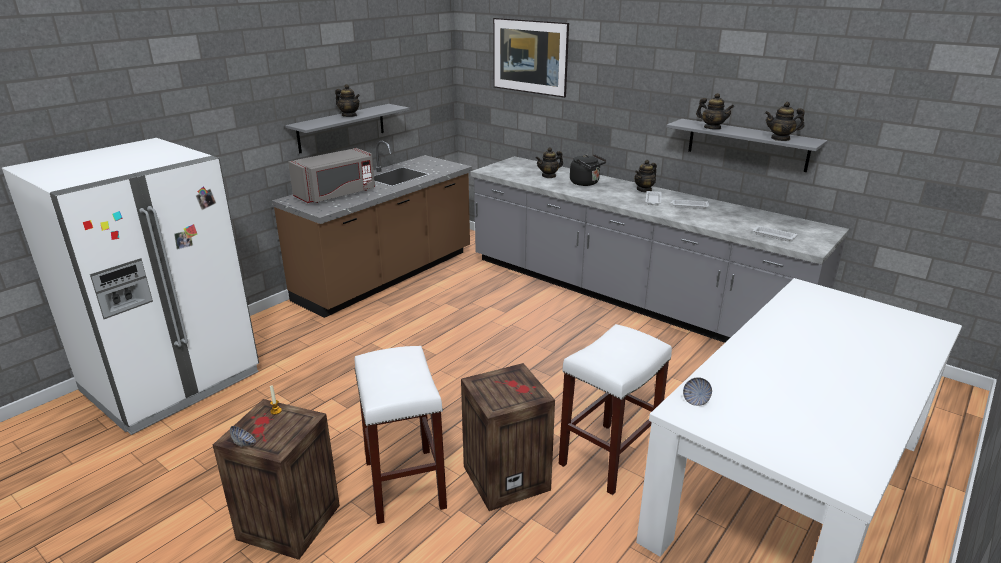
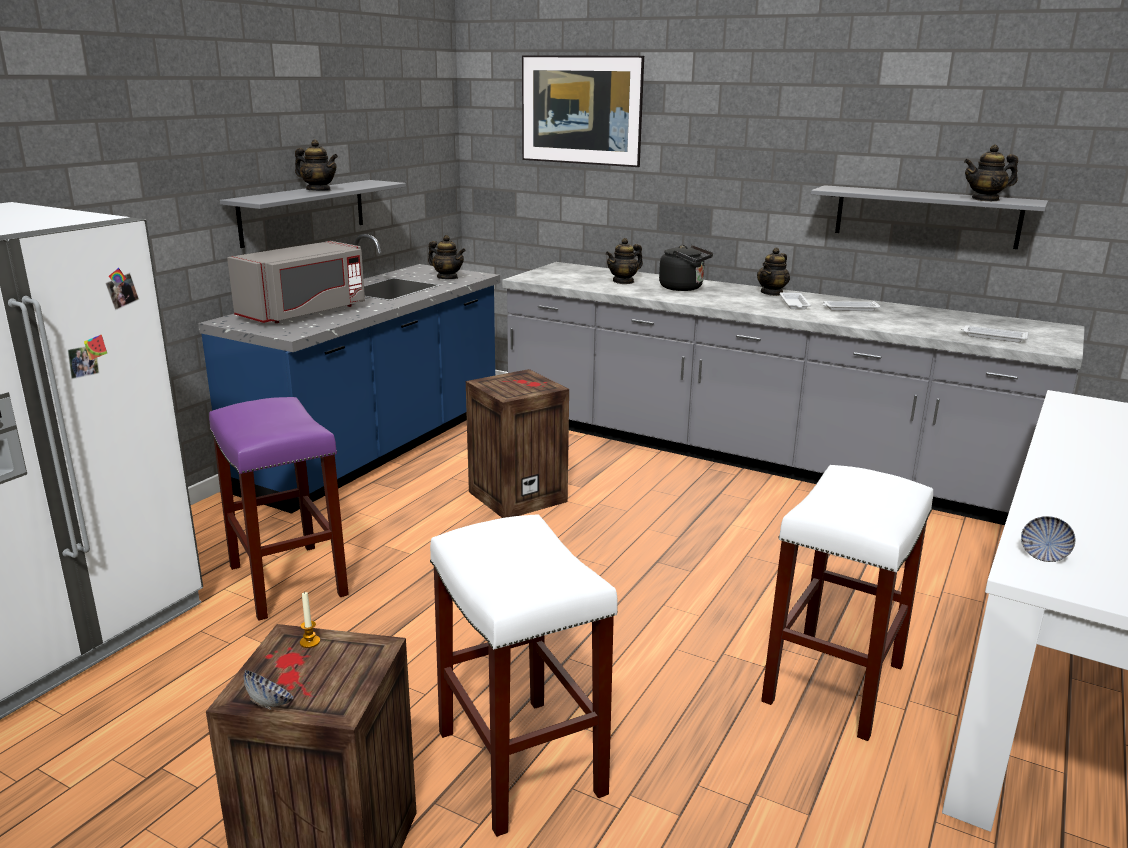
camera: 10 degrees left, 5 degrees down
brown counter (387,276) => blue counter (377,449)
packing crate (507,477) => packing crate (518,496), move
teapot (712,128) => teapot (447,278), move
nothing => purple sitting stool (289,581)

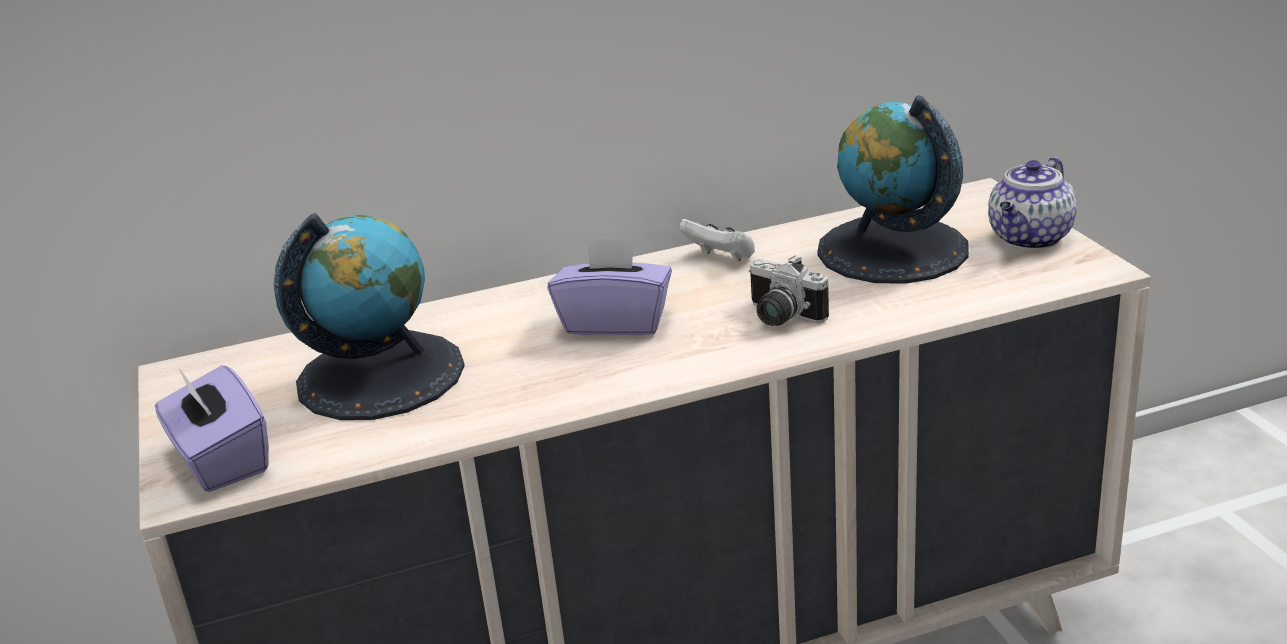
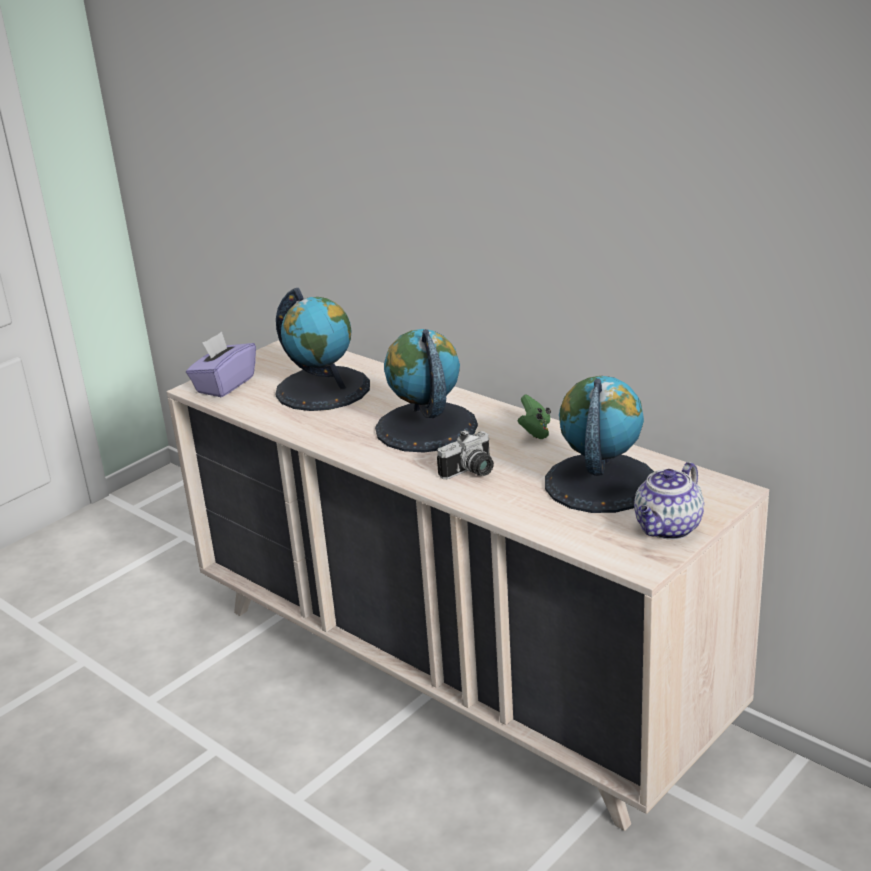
camera: 60 degrees right, 0 degrees up
purple tissue holder (615,322) => world globe (425,427)
white-coloured game controller (721,258) => greenish game controller (535,431)
still camera (780,317) => still camera (471,472), 135 degrees counterclockwise
teapot (1030,239) => teapot (668,528), 60 degrees counterclockwise

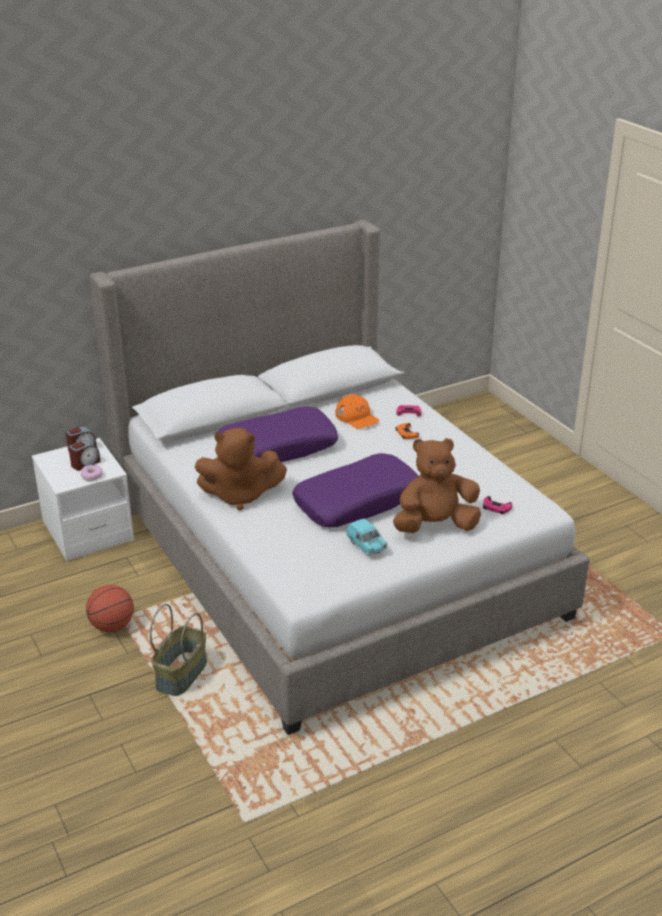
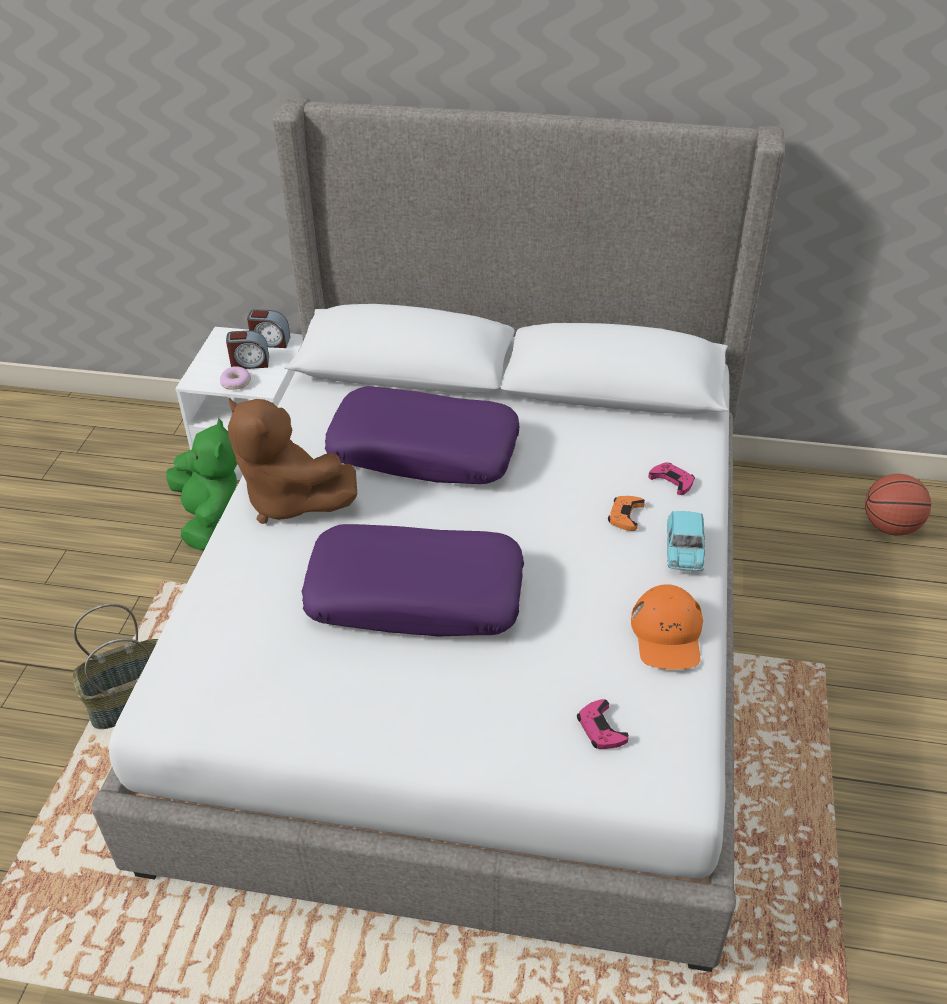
camera: 40 degrees right, 10 degrees up
ball for basketball (112,626) => ball for basketball (890,527), move
orange-coloured peaked cap (357,417) => orange-coloured peaked cap (667,634), move
turquoise miniature car (366,546) => turquoise miniature car (684,553), move
brown cuddly toy (435,526) => nothing
nothing => greenish cuddly toy (210,519)

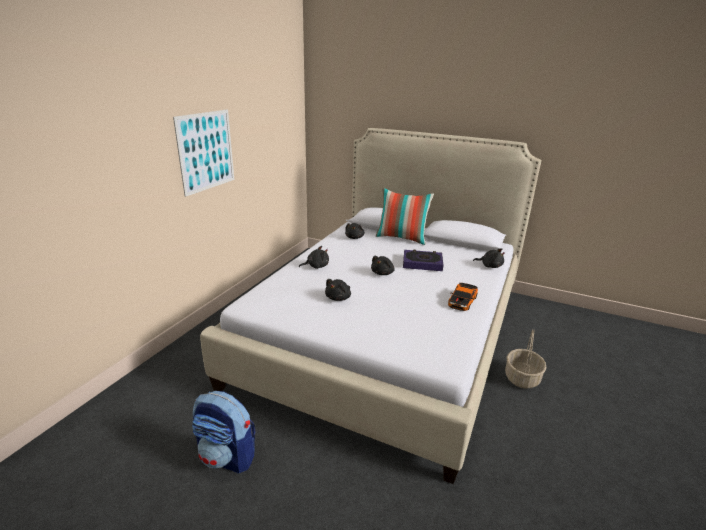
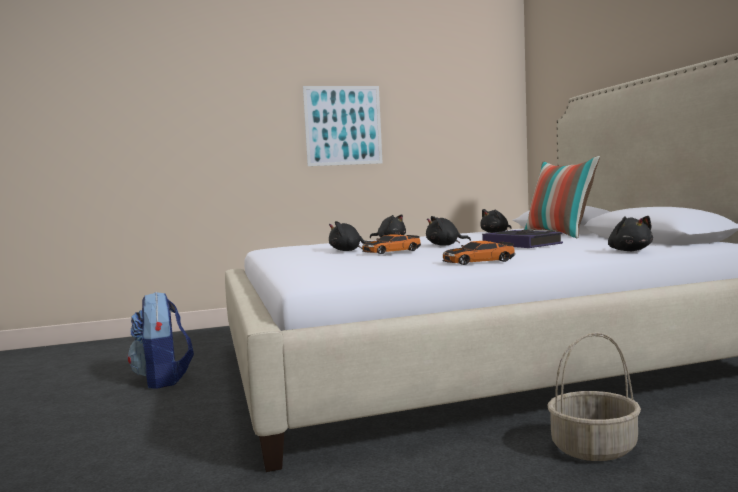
camera: 50 degrees right, 20 degrees down
nothing => miniature car (391,251)

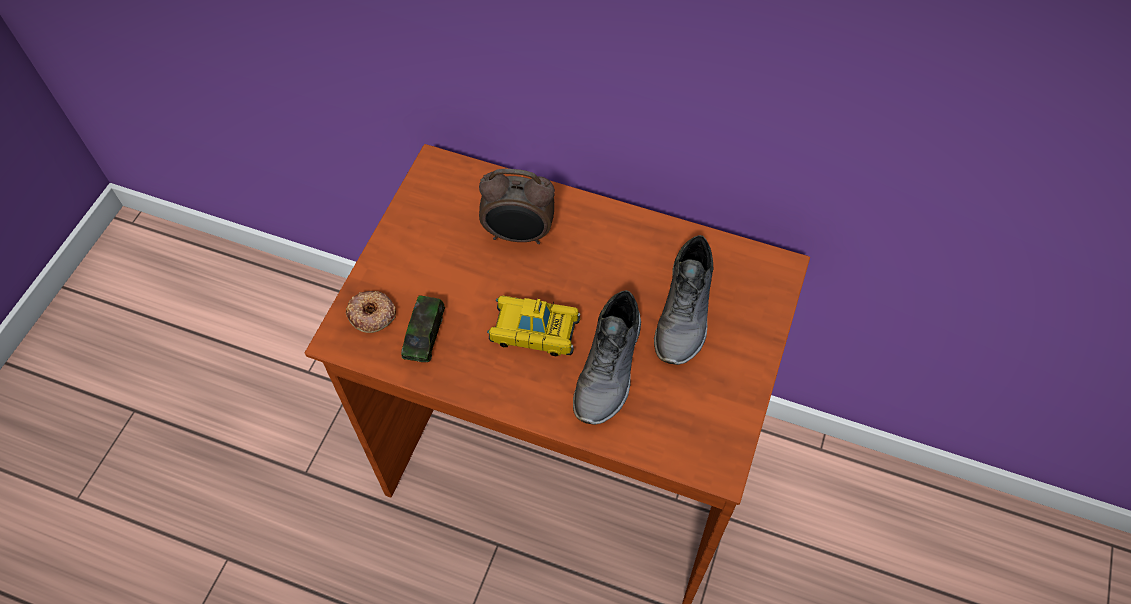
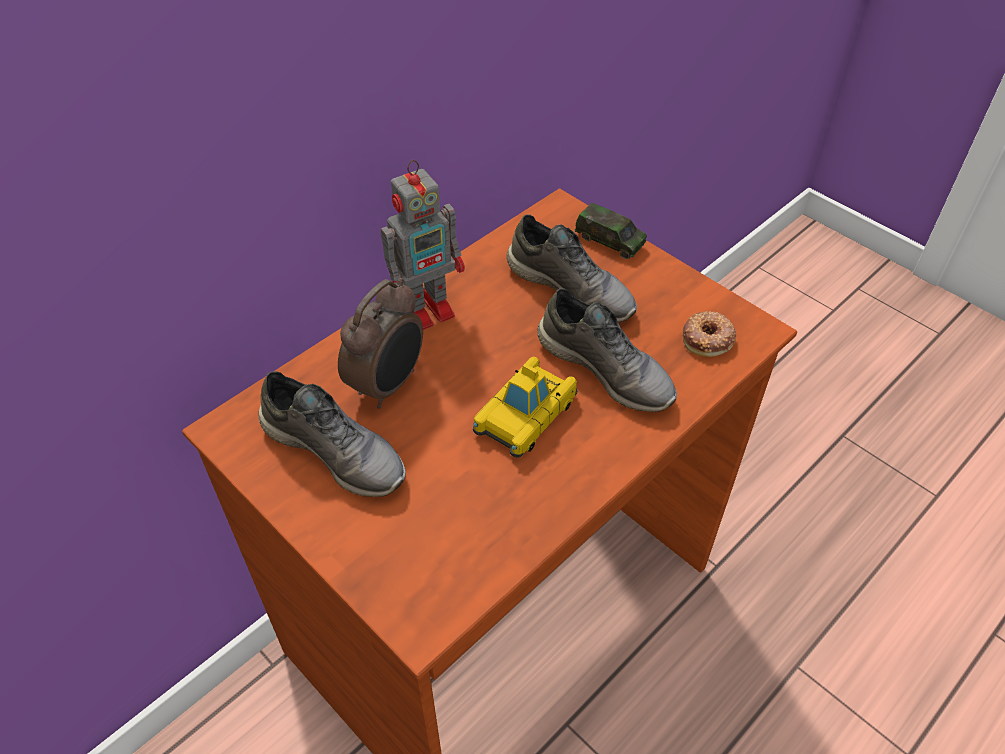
camera: 65 degrees left, 10 degrees down
doughnut (371,314) => doughnut (708,338), move
miniature car (424,335) => miniature car (609,240), move
nothing => gray low shoe (336,450)
nothing => toy robot (428,307)

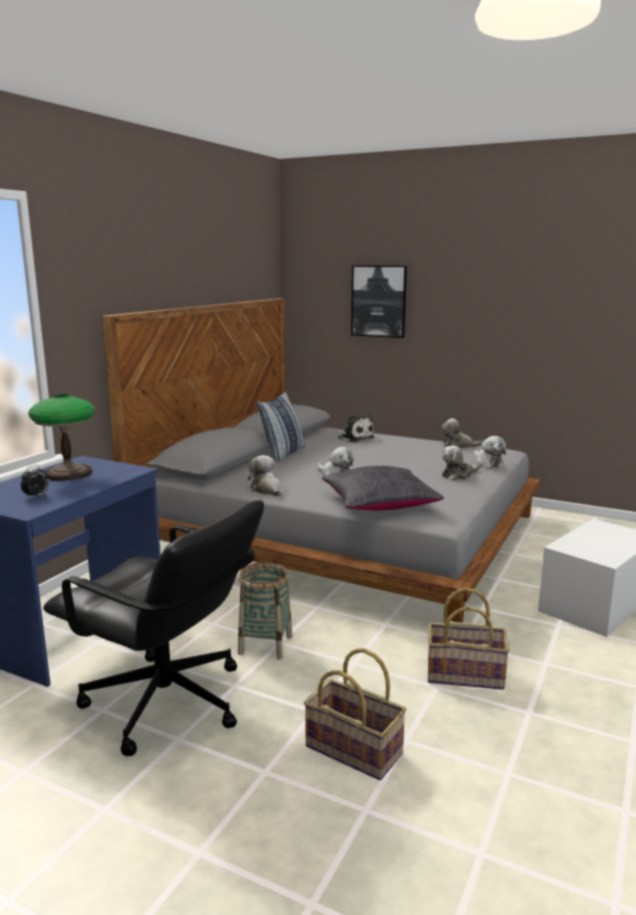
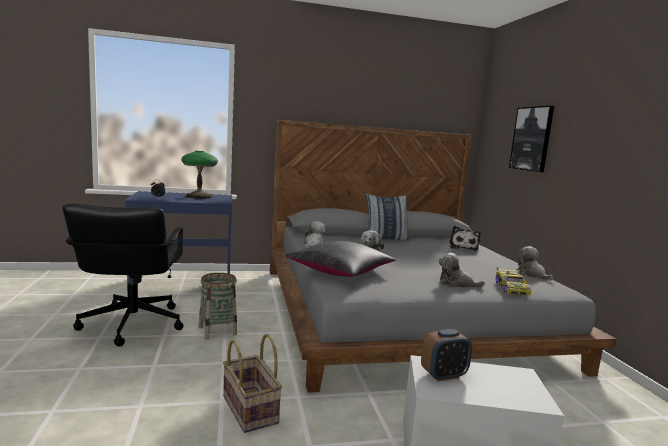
camera: 50 degrees right, 5 degrees down
household basket (355,749) => nothing
cuddly toy (487,463) => miniature car (511,288)
nothing => bedside clock (443,375)

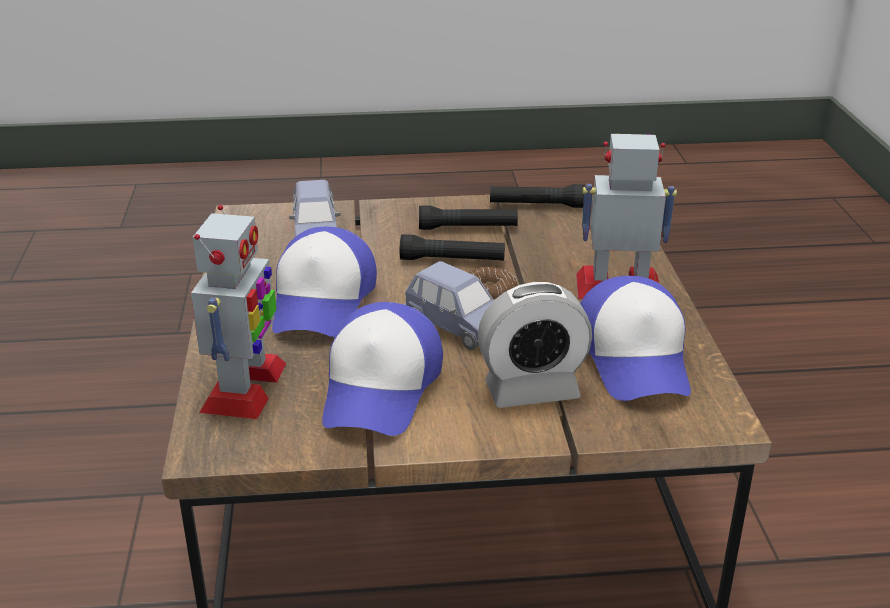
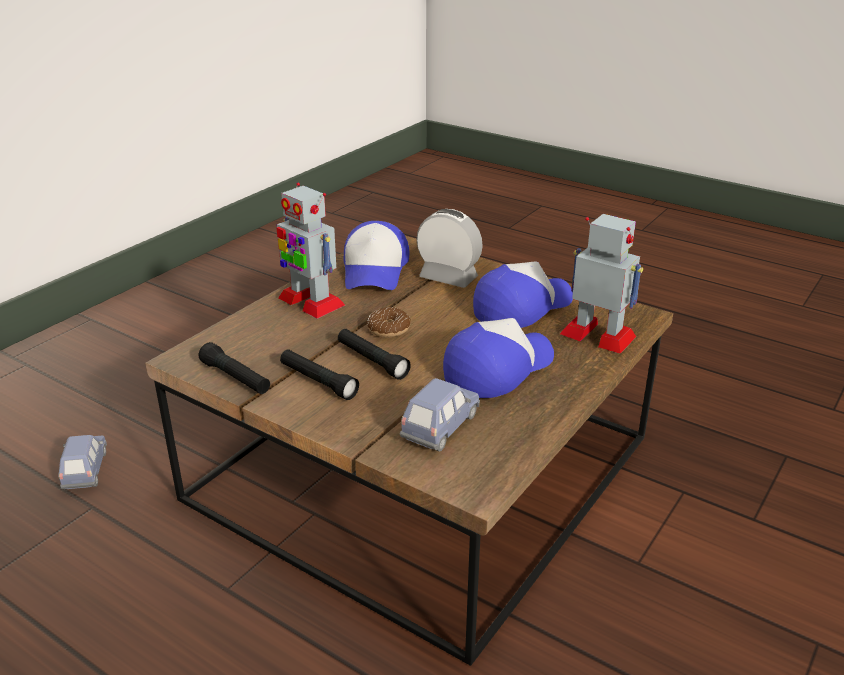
camera: 140 degrees left, 0 degrees up
toy robot (244,388) => toy robot (599,335), 75 degrees clockwise
blue miniature car (456,327) => blue miniature car (86,470), move
peaked cap (635,358) => peaked cap (375,270), 150 degrees clockwise

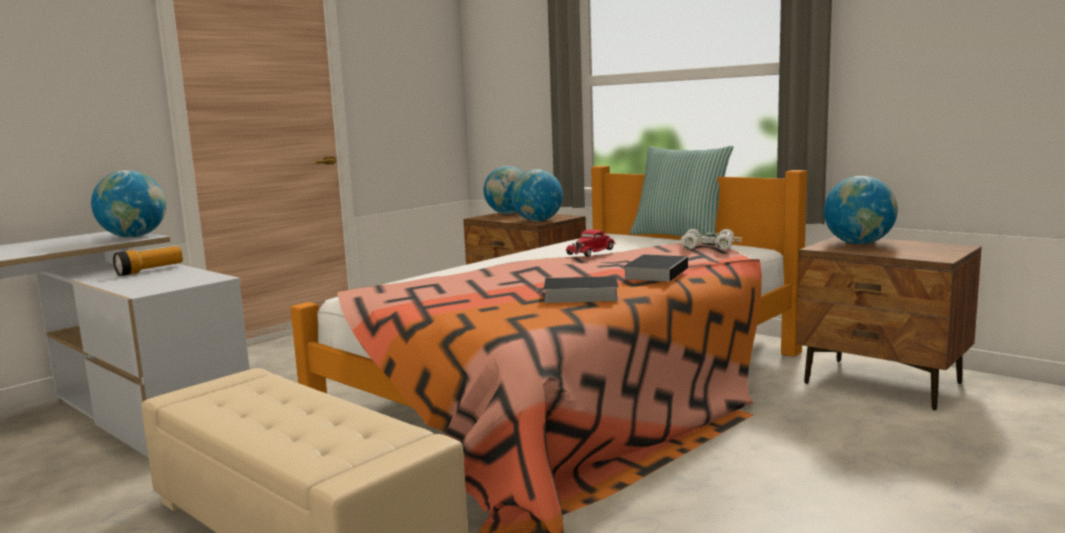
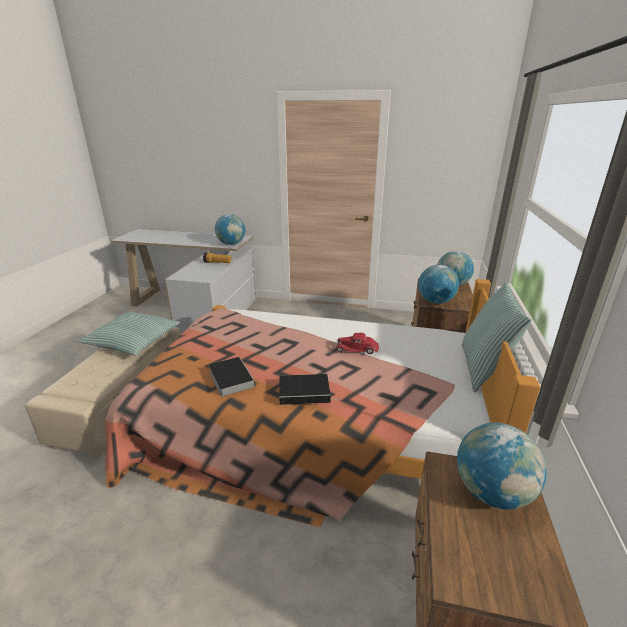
camera: 60 degrees right, 15 degrees up
white-coloured miniature car (709,246) => nothing
nothing => throw pillow (133,340)

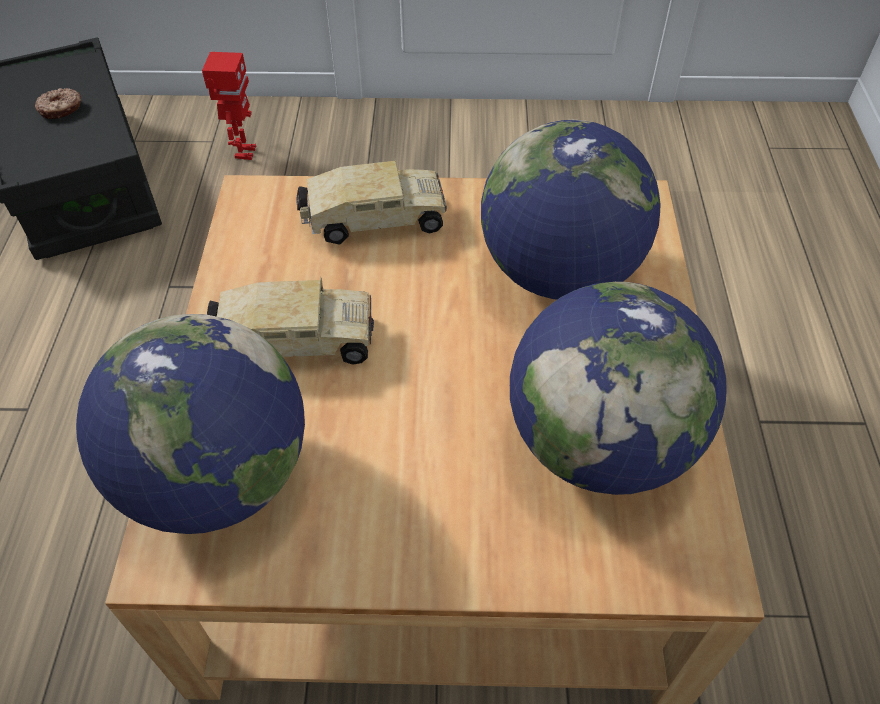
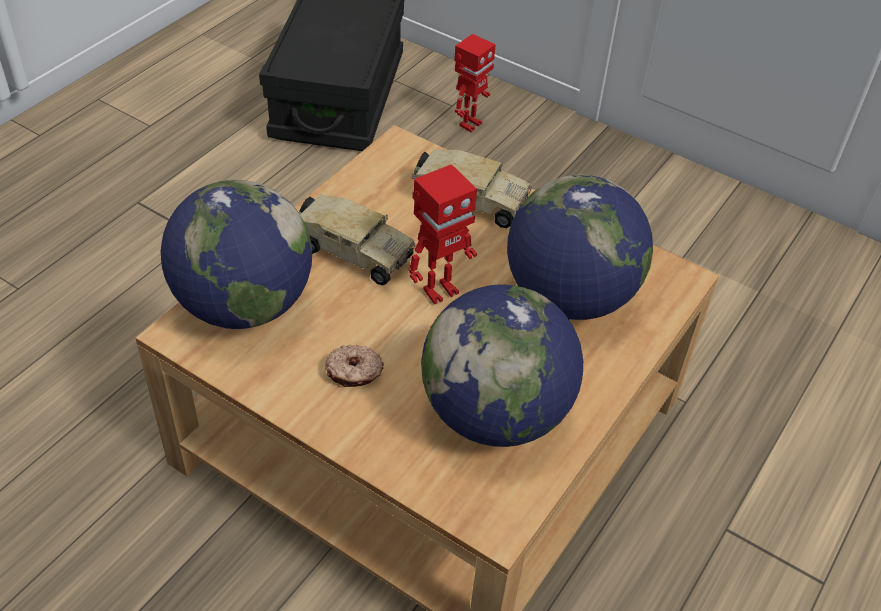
camera: 30 degrees right, 5 degrees down
doughnut (61,109) => doughnut (354,372), move
nothing => toy robot (439,290)

